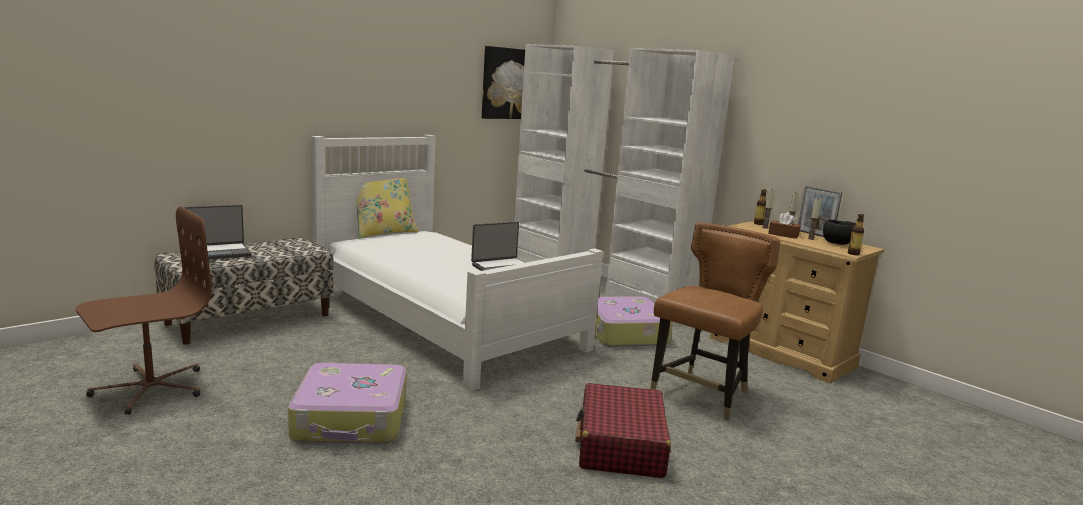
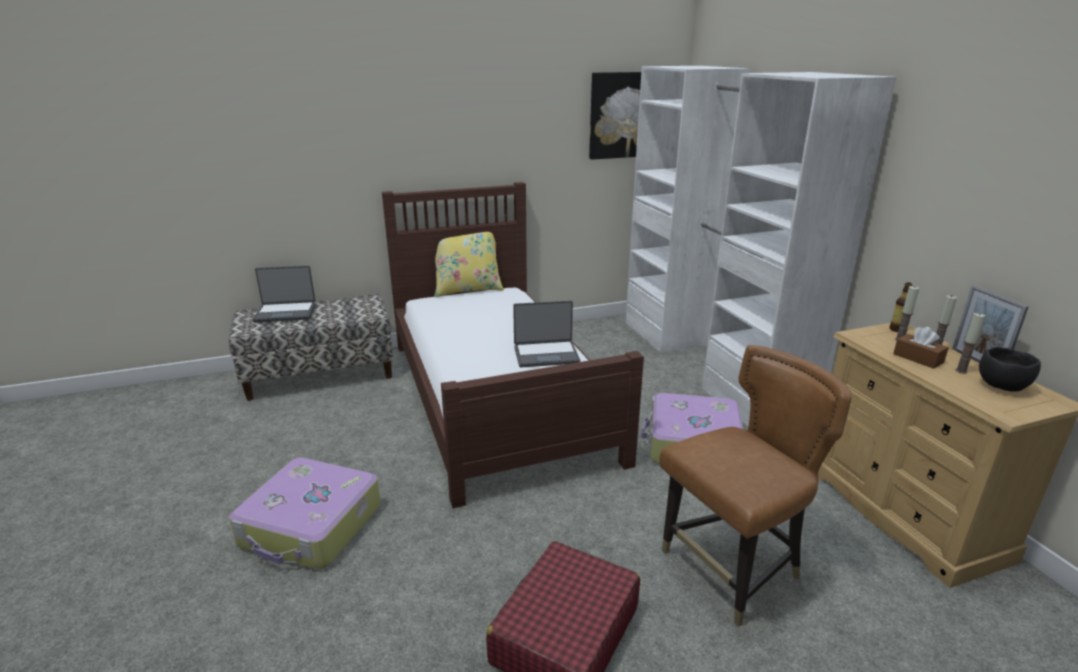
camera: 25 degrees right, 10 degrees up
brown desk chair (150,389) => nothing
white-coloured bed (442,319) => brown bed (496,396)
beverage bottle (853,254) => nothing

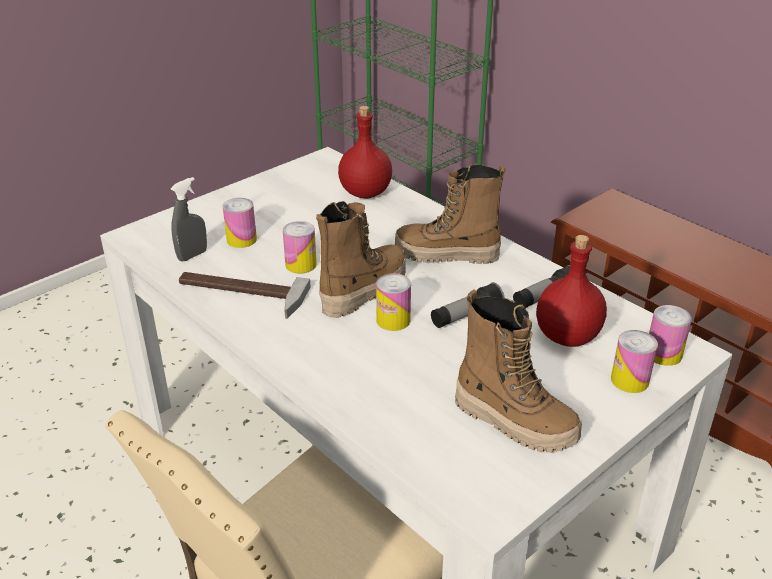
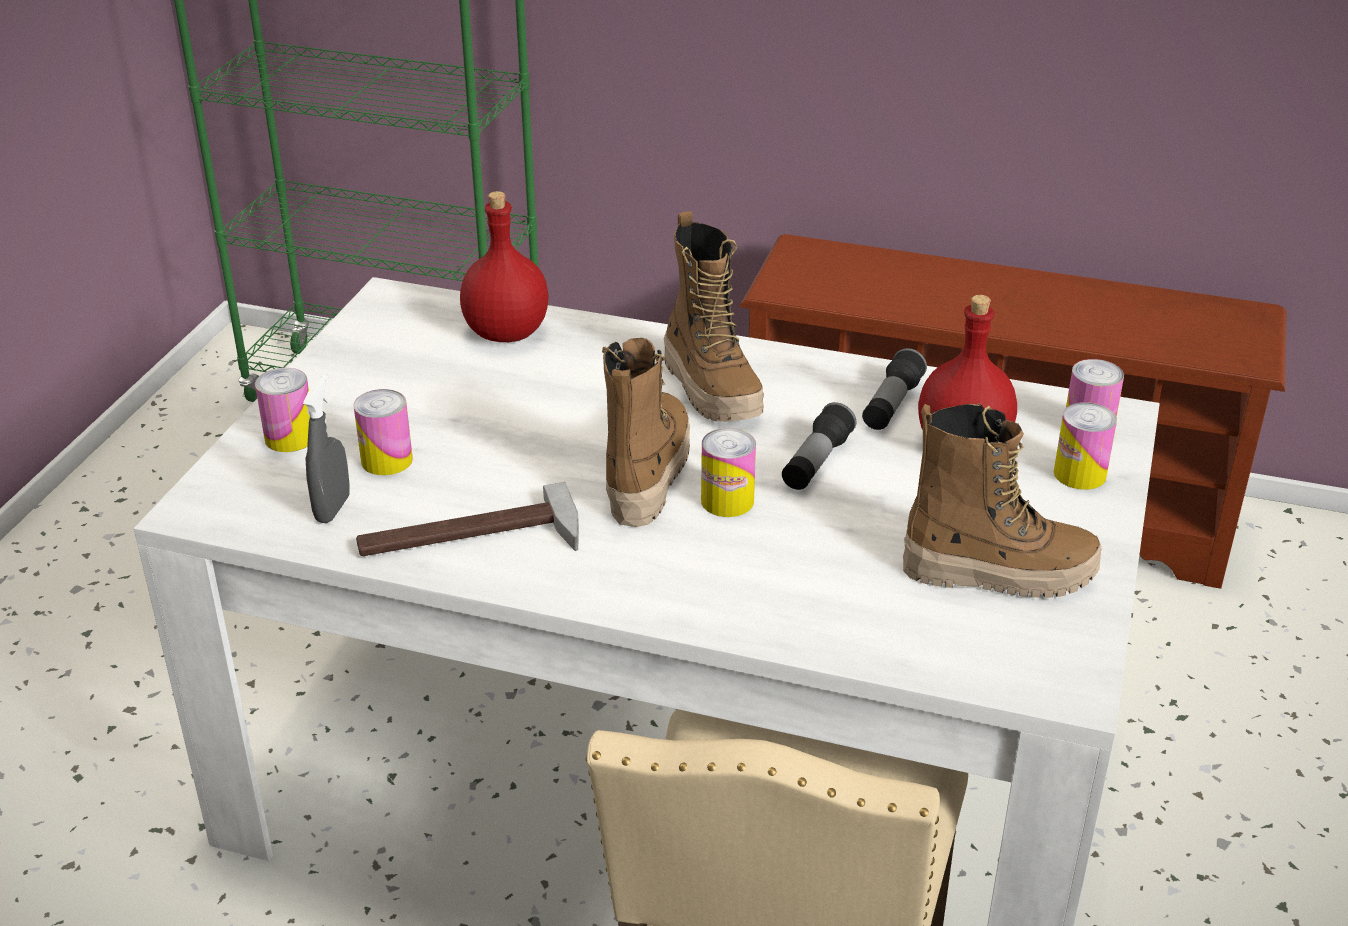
camera: 30 degrees left, 0 degrees up
can (301,264) => can (290,437), move
high-top boot (446,255) => high-top boot (712,389), 90 degrees counterclockwise

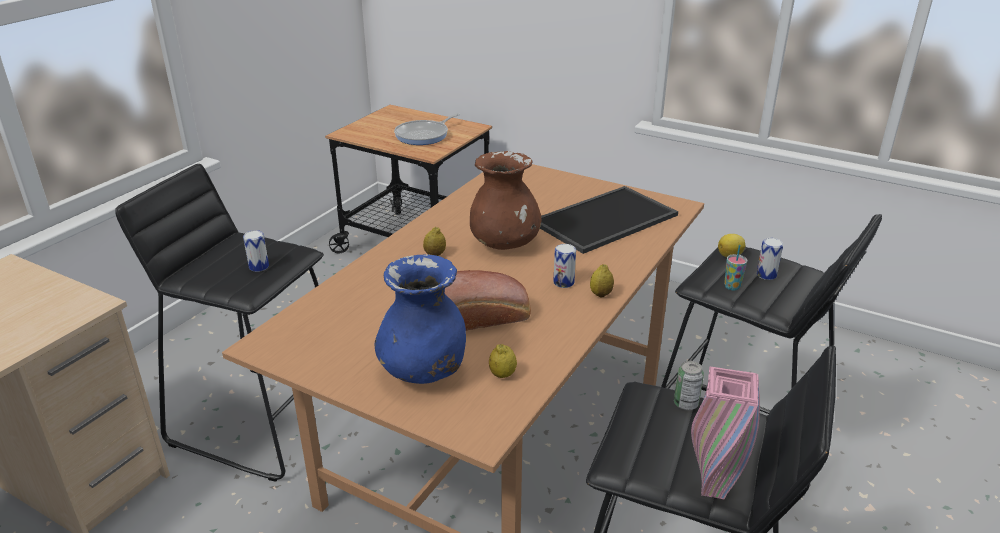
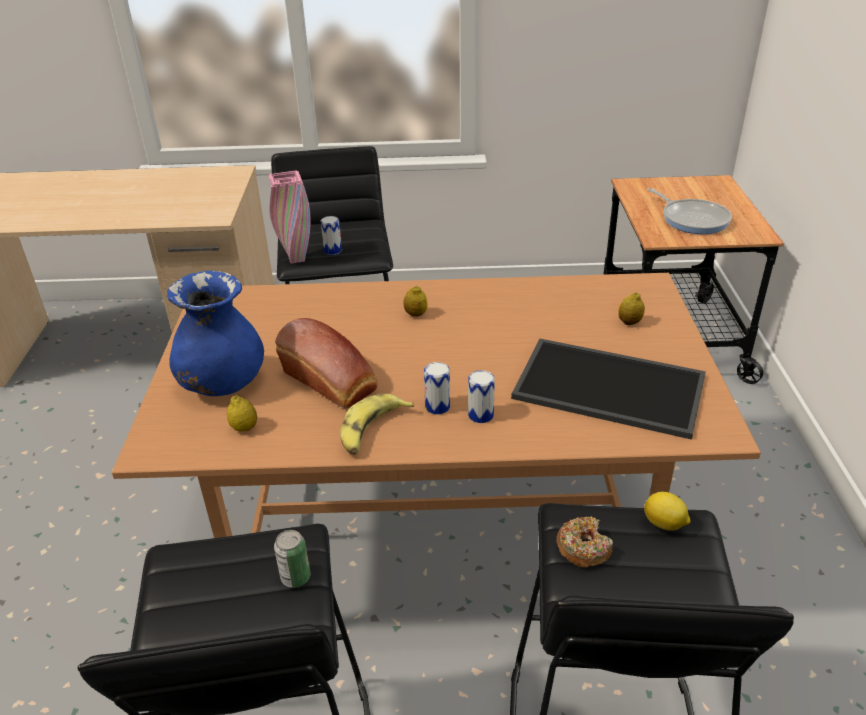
camera: 60 degrees right, 5 degrees up
skillet (424,135) => skillet (692,219), 135 degrees counterclockwise
brown vase (505,244) => nothing
lemon (601,294) => lemon (629,322), move
pink vase (712,489) => pink vase (296,259), move
small cup (732,287) => doughnut (583,548)
can (766,274) => can (480,415), move
nothing => whole banana (372,431)

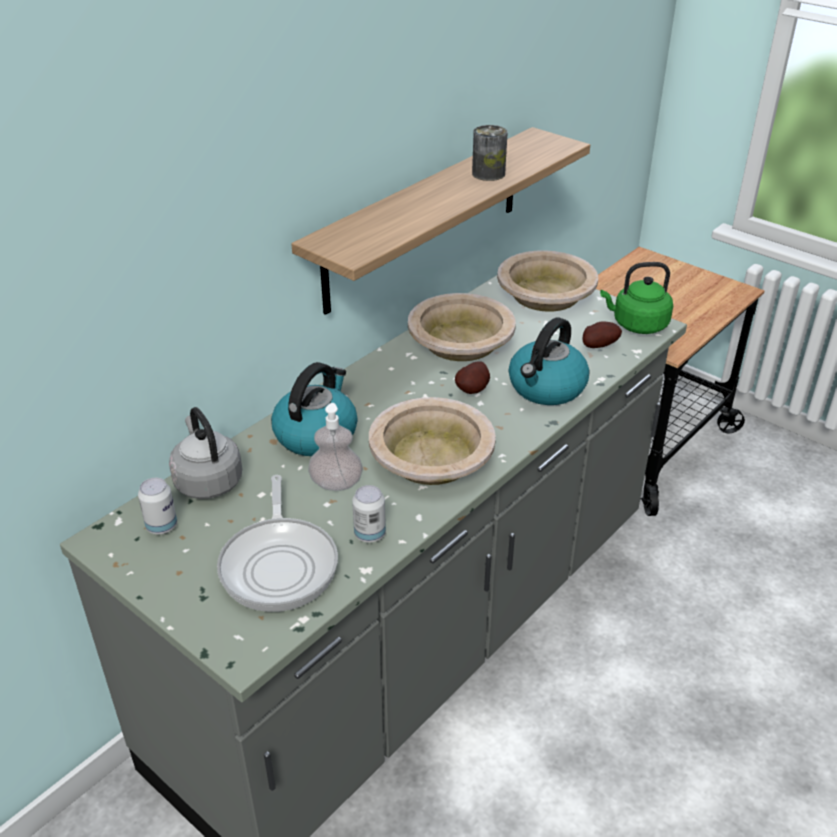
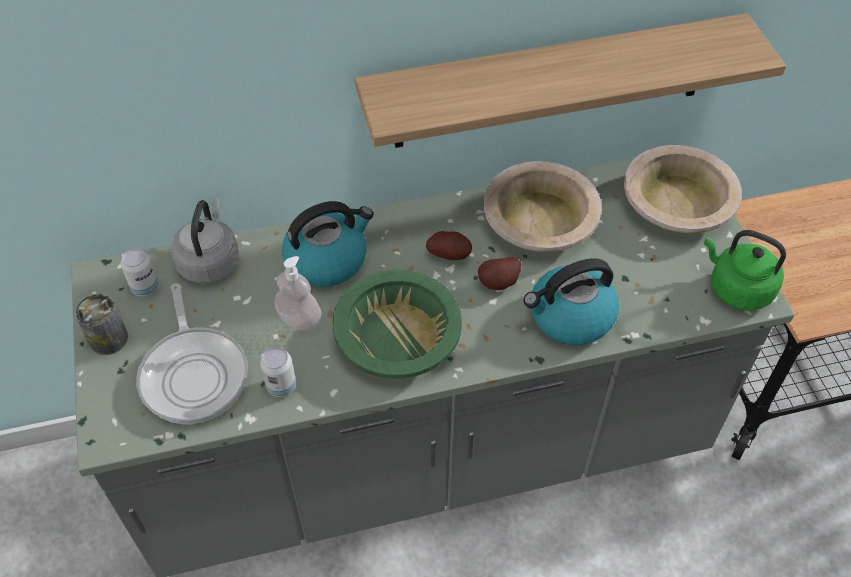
camera: 35 degrees right, 15 degrees up
skillet (279,564) => skillet (194,373), 45 degrees counterclockwise
sand-coloured bowl (431,457) => greenish bowl (398,337)
can (488,174) => can (109,339), move
whole potato (598,346) => whole potato (450,254), move

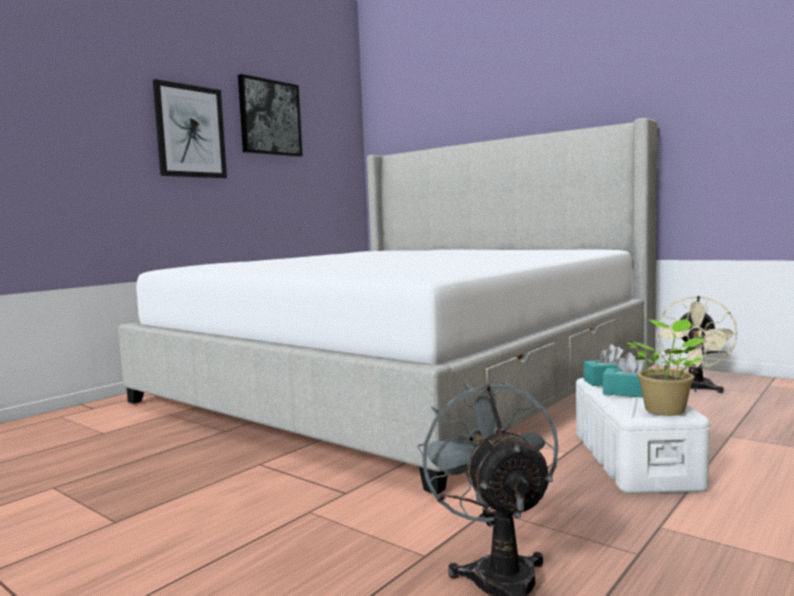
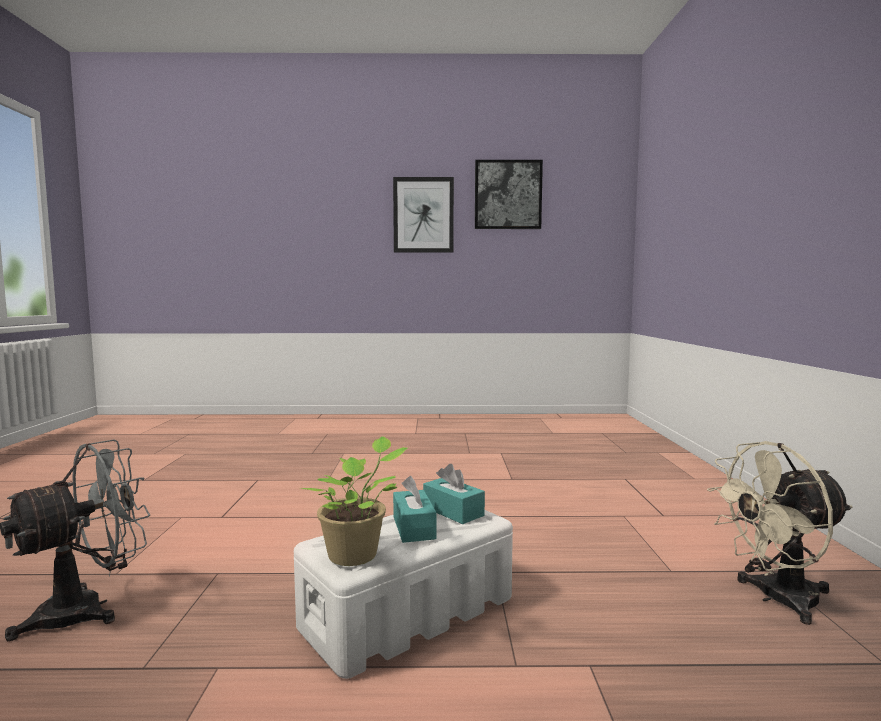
camera: 50 degrees right, 0 degrees up
bed (404,383) => nothing

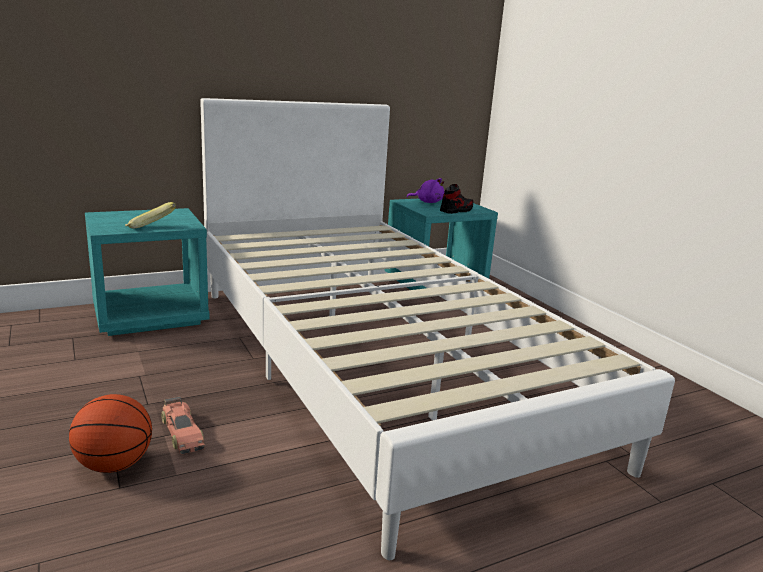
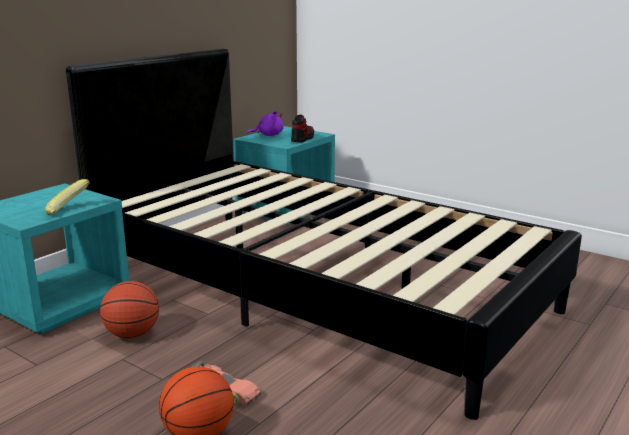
camera: 25 degrees left, 0 degrees up
white-coloured bed (375,363) => black-coloured bed (313,288)
nothing => ball for basketball (132,334)

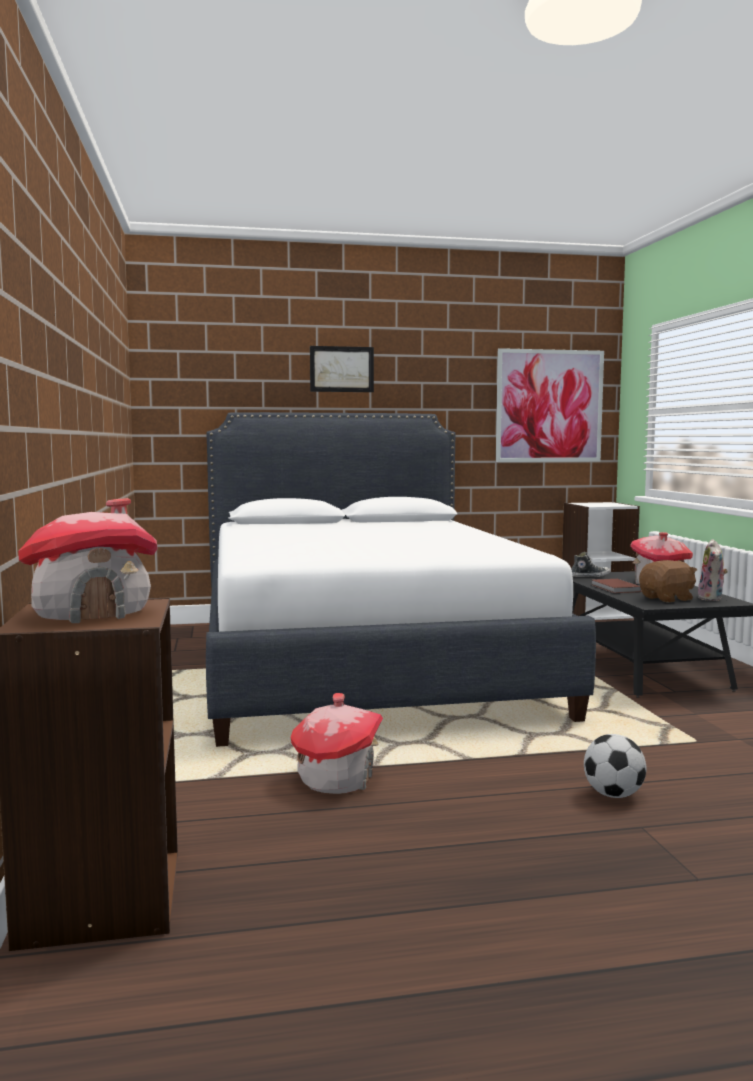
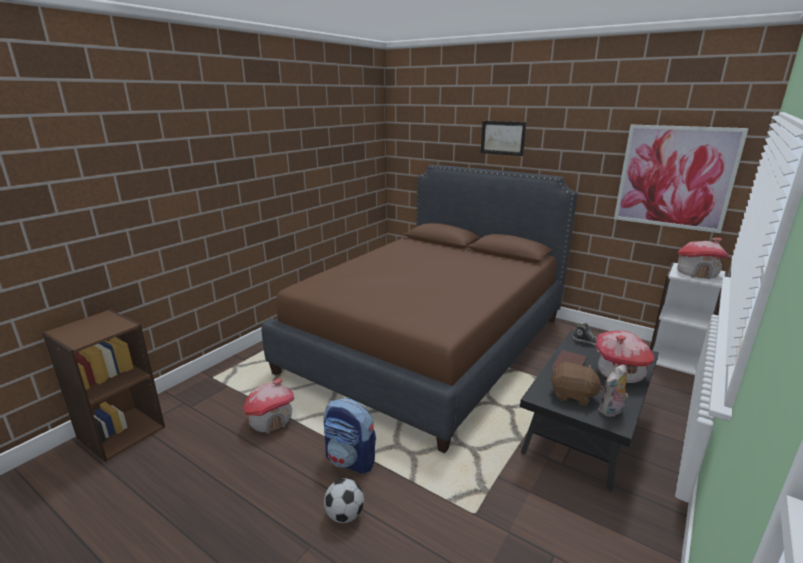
camera: 45 degrees right, 15 degrees up
model house (93,612) => model house (697,273), move
white-coloured bed (363,663) => brown bed (429,344)
nothing => knapsack (351,460)

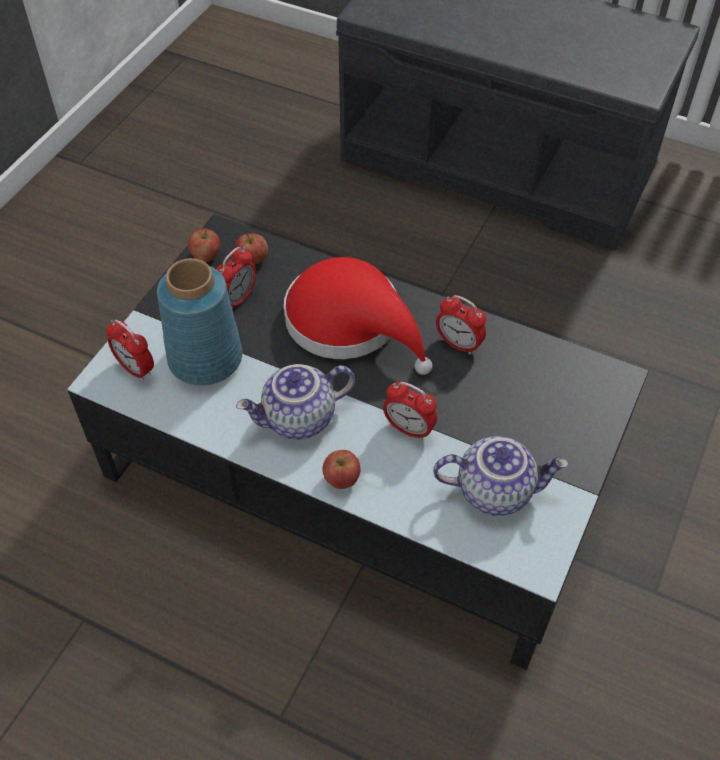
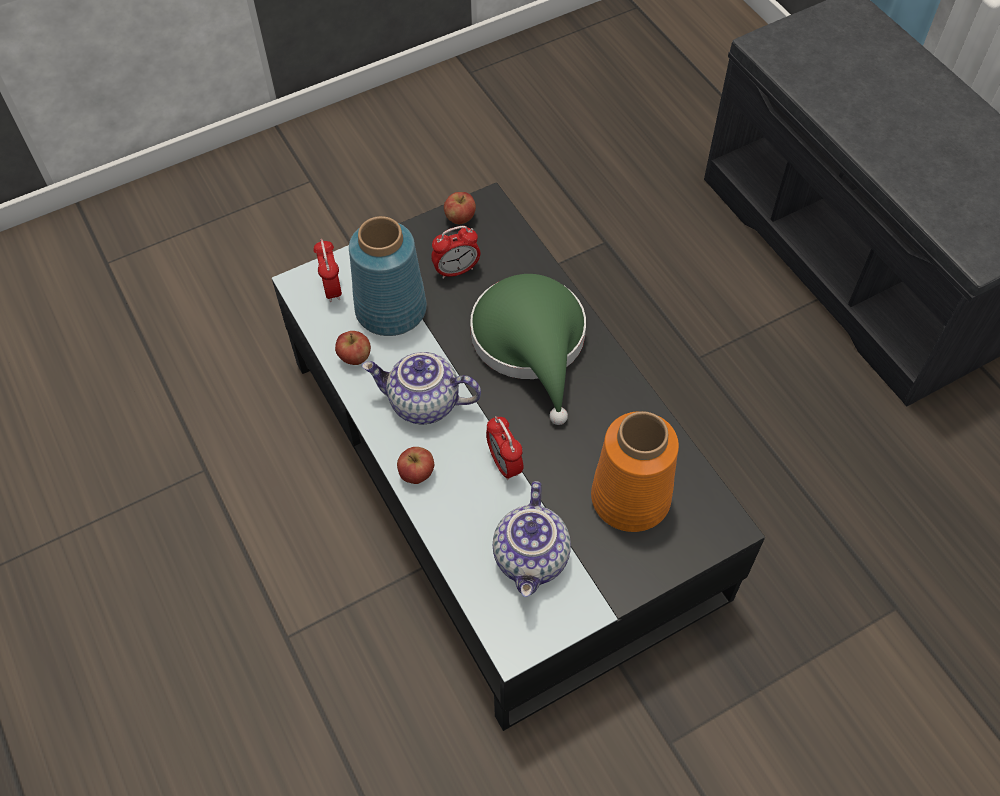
camera: 35 degrees right, 5 degrees up
whole apple (252,260) => whole apple (355,357), move
red-coloured clothing hat (351,323) => greenish clothing hat (532,343)
teapot (495,489) => teapot (533,559), 60 degrees clockwise
bedside clock (458,344) => nothing
nothing => orange-coloured vase (632,498)

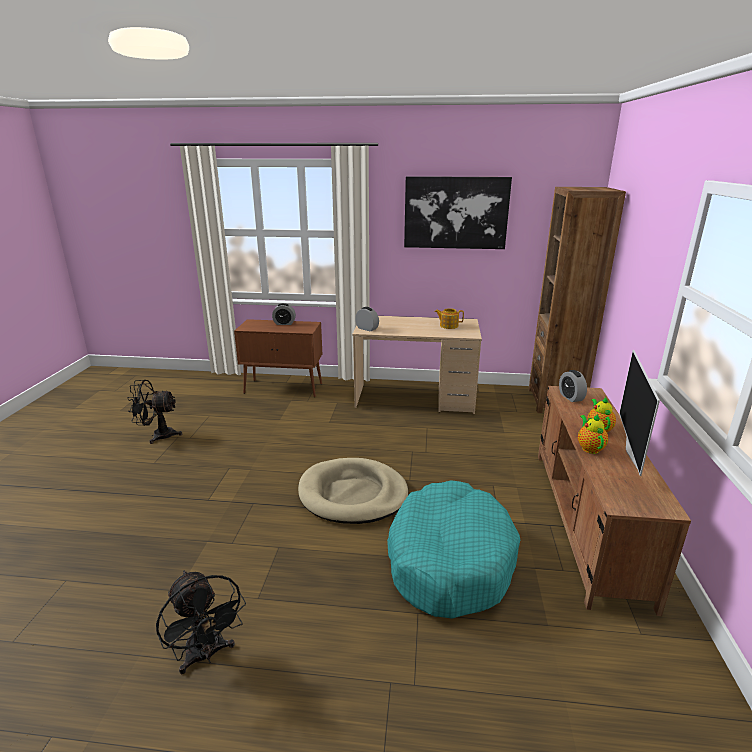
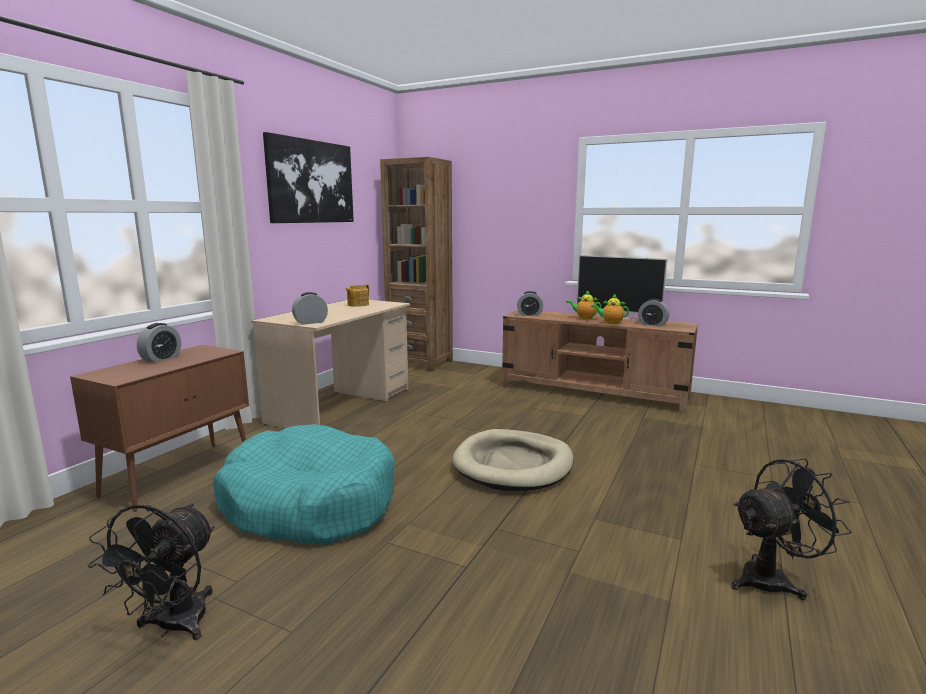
camera: 70 degrees left, 10 degrees down
turquoise dog cushion (449,560) => turquoise dog cushion (309,503), move
nothing => bedside clock (652,324)

